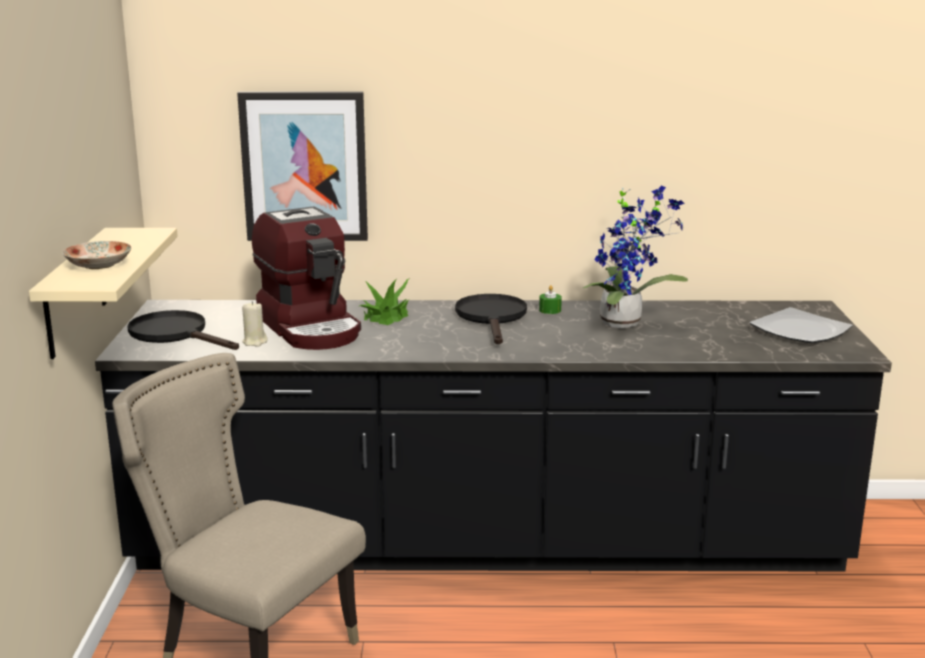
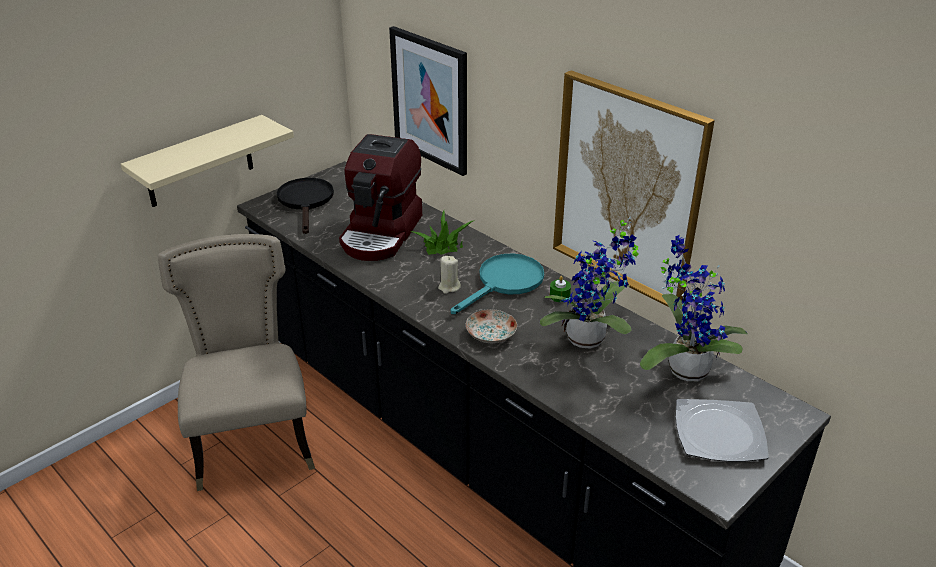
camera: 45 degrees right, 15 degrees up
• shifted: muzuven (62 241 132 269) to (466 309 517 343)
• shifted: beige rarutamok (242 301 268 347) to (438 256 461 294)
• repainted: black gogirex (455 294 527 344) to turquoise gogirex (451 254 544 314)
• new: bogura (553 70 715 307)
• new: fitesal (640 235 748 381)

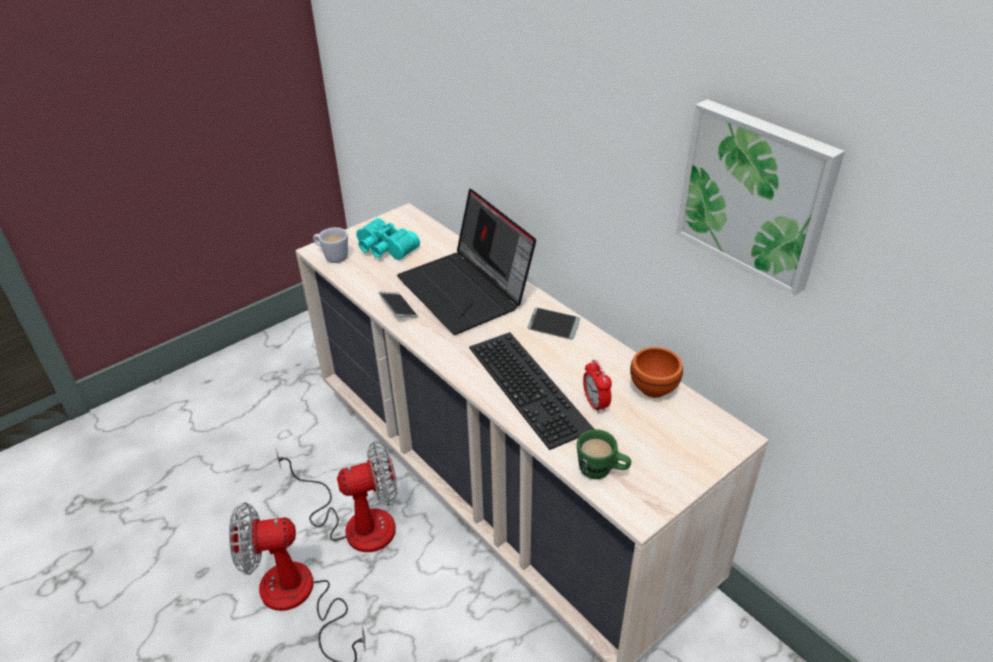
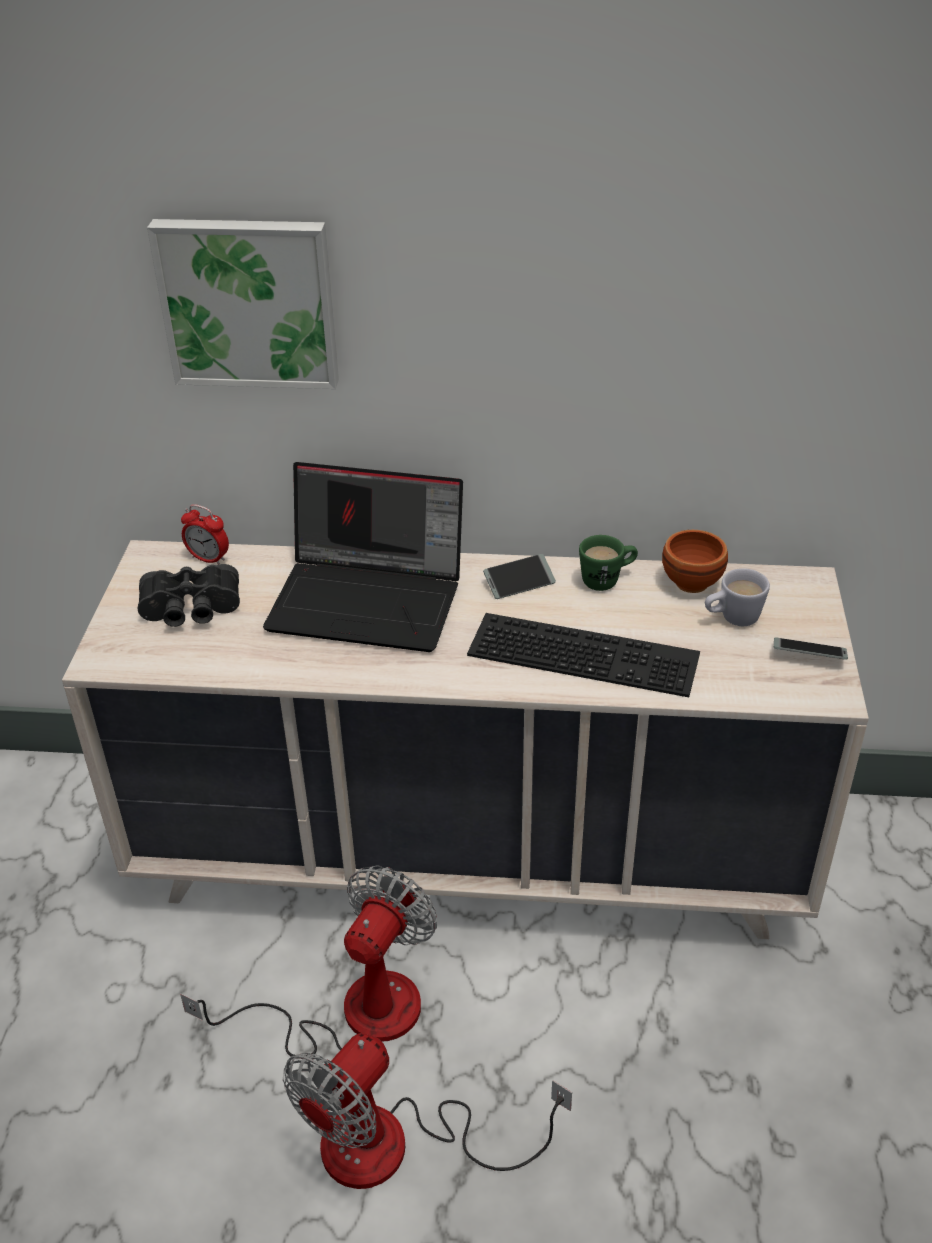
camera: 45 degrees left, 0 degrees up
• shifted: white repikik (313 227 348 263) to (705 568 770 626)
• repainted: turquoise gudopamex (356 218 420 260) to black gudopamex (138 564 240 627)
• shifted: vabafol (379 291 418 318) to (774 637 848 660)
• shifted: green repikik (577 429 631 479) to (579 535 638 591)
• shifted: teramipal (583 360 612 413) to (181 504 229 565)
• shifted: bogura (676 99 845 296) to (147 219 339 389)

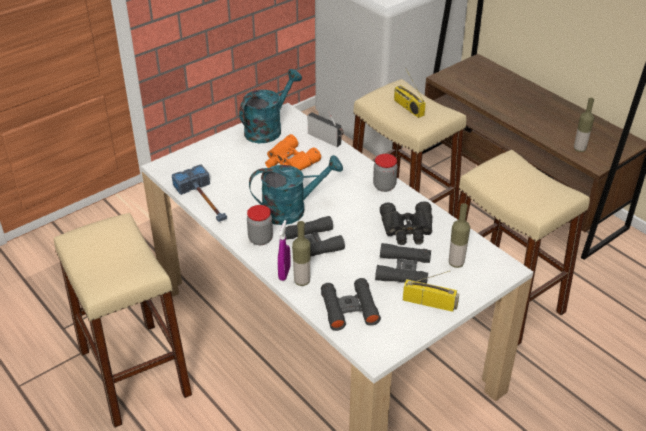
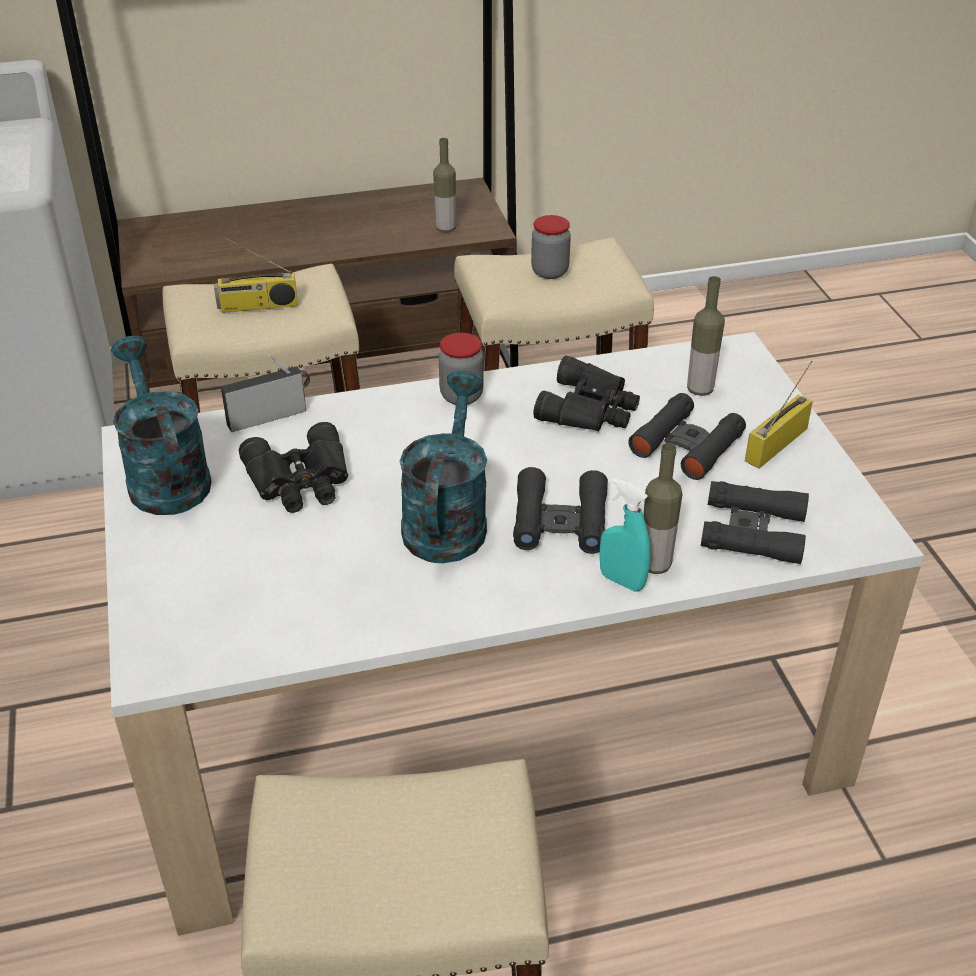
camera: 65 degrees left, 0 degrees up
• gone: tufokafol (172 164 227 222)
• shifted: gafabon (247 205 273 245) to (531 215 571 279)
• repainted: orange gudopamex (265 134 321 170) to black gudopamex (239 422 348 513)
• repainted: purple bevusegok (278 220 290 281) to turquoise bevusegok (600 478 651 591)

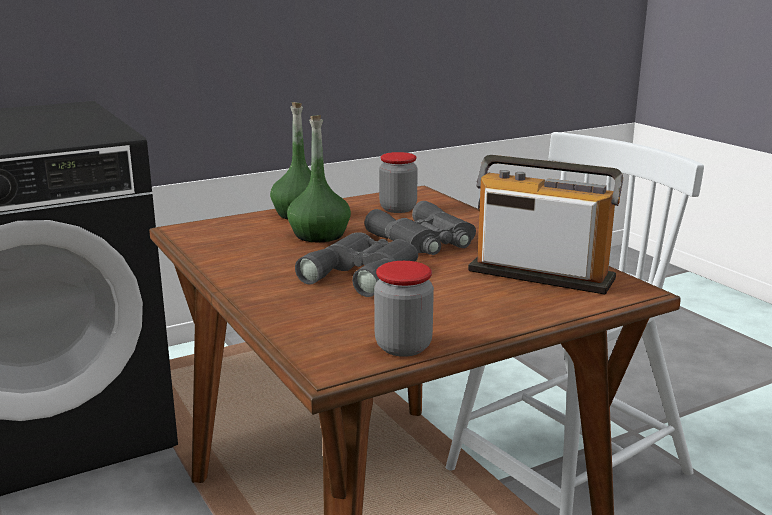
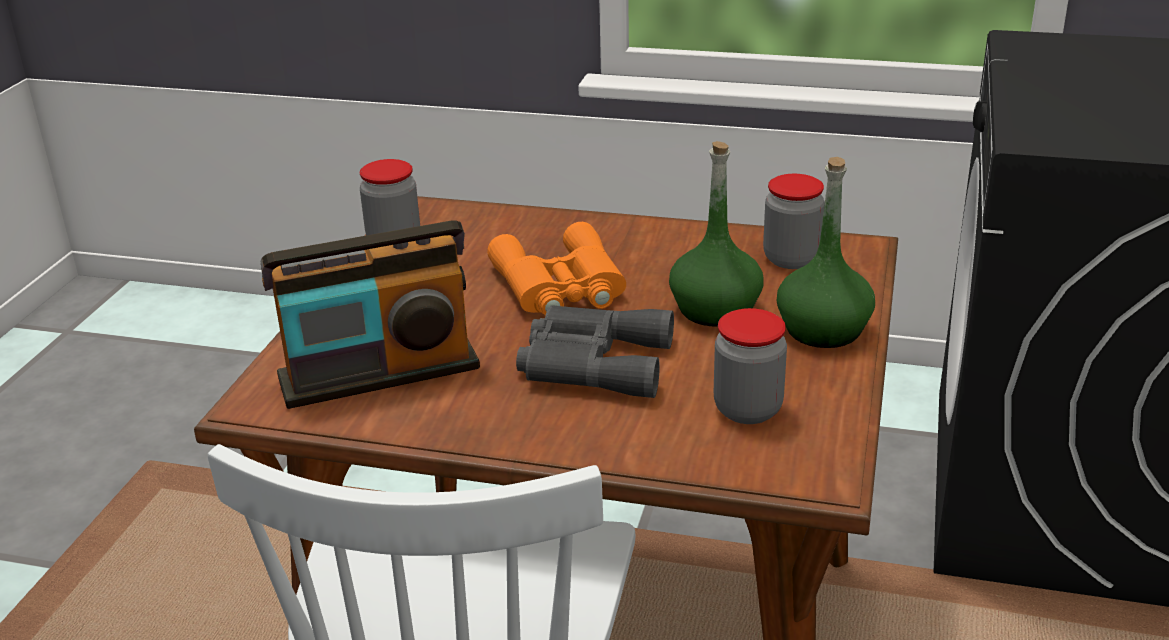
camera: 135 degrees right, 10 degrees up
• repainted: grey gudopamex (295 232 418 297) to orange gudopamex (487 222 626 316)
• new: gafabon (763 174 825 269)

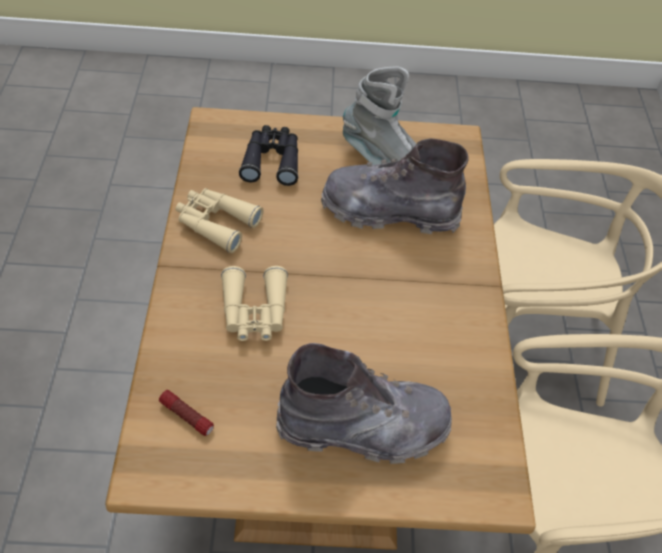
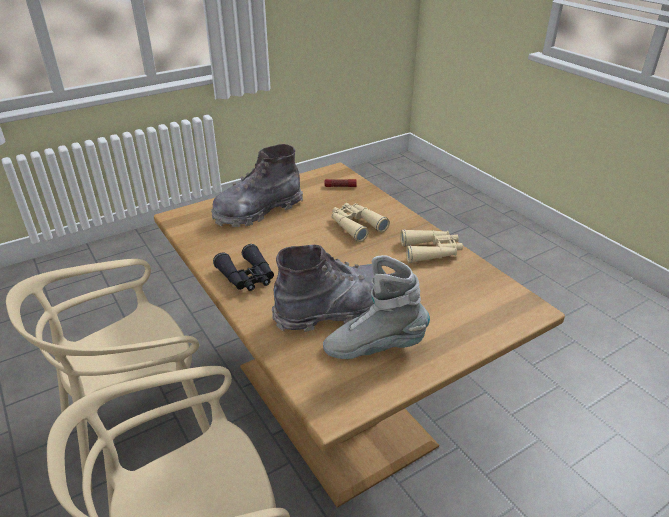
camera: 150 degrees right, 15 degrees down
• shifted: black gudopamex (239 125 298 186) to (213 244 274 291)

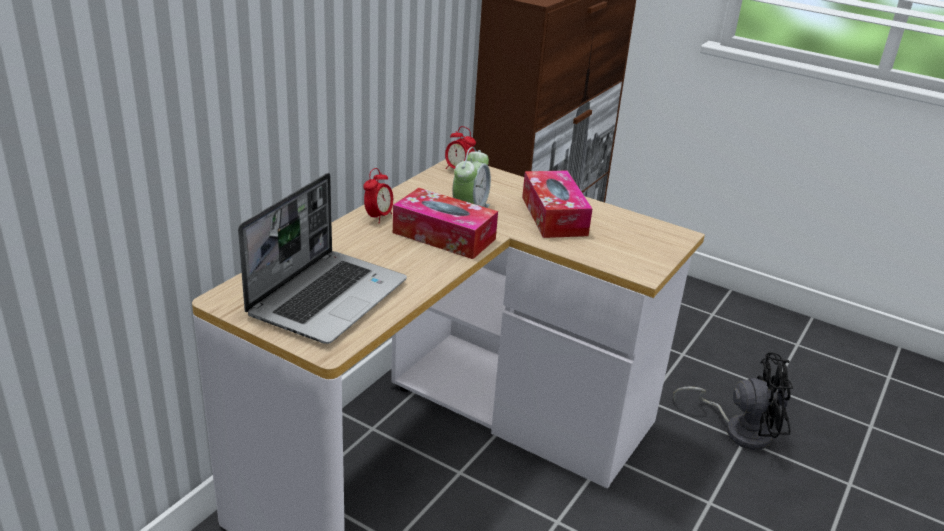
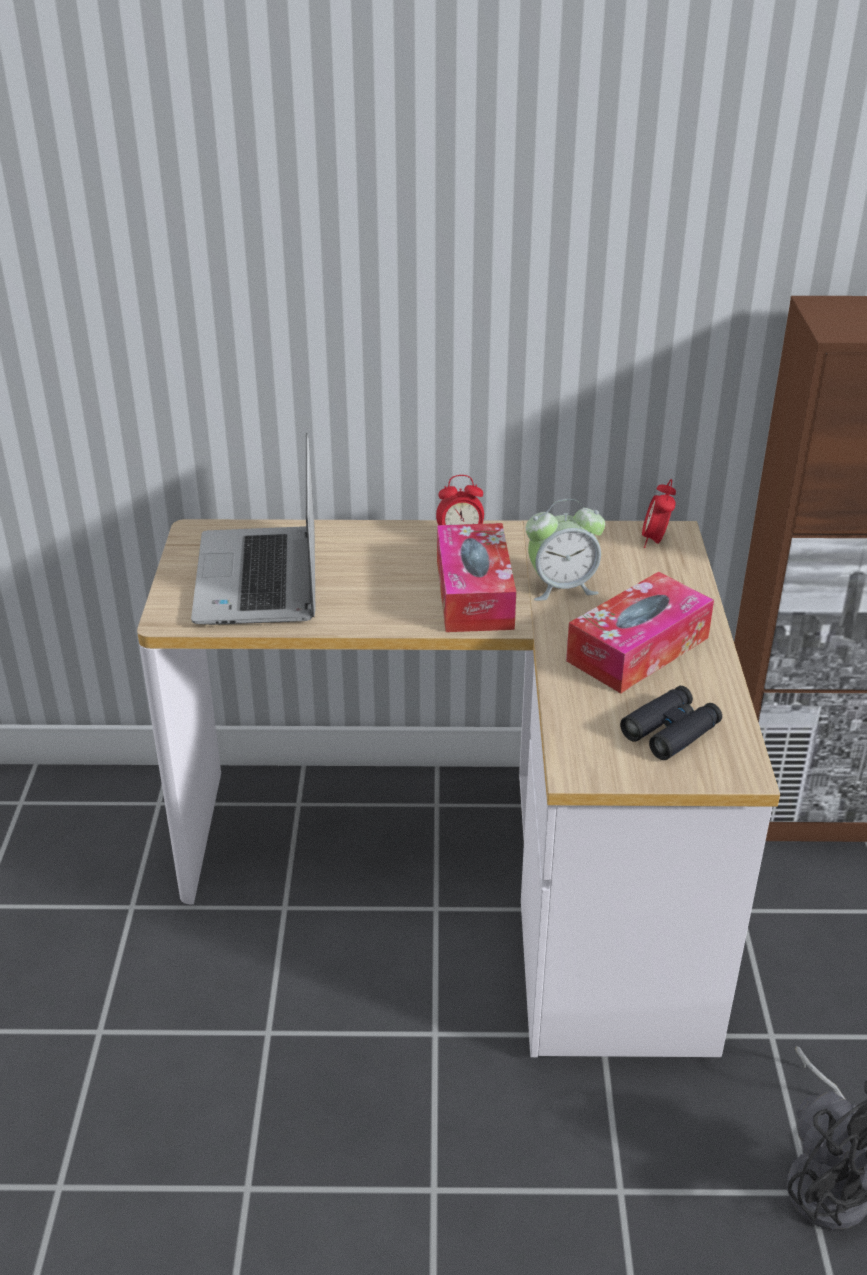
camera: 60 degrees right, 5 degrees up
• rotated: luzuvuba (238 173 407 344) = (191 433 315 625) 90 degrees clockwise
• new: black gudopamex (620 686 722 760)

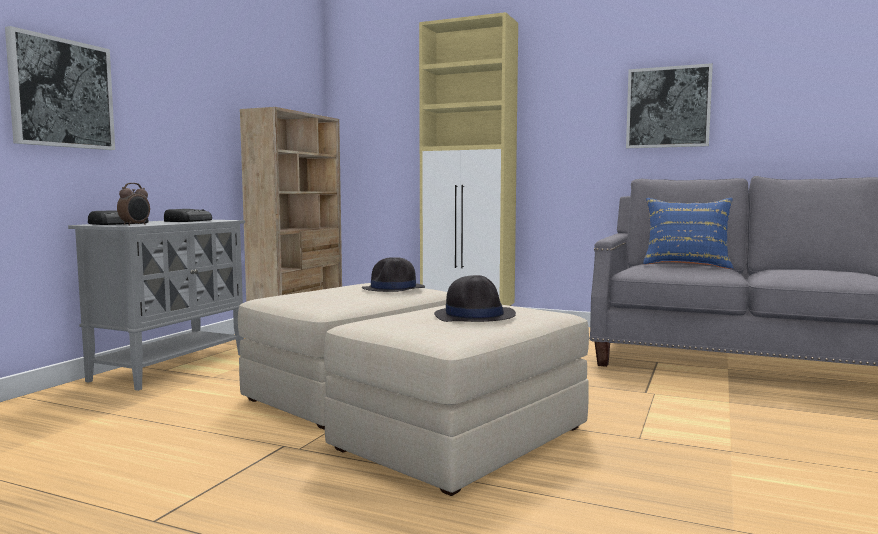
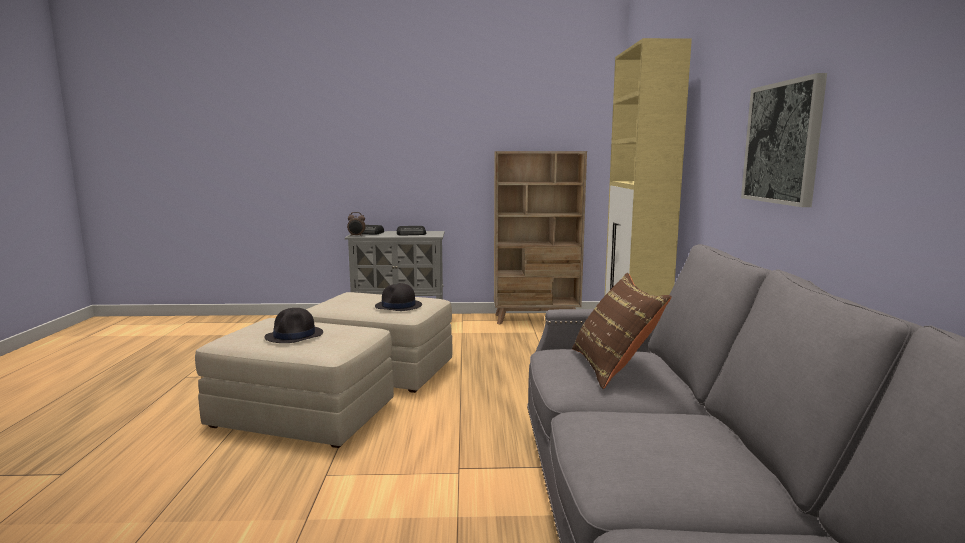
camera: 65 degrees right, 5 degrees up
• gone: bogura (5 26 115 150)
• repainted: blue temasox (643 198 733 269) to brown temasox (572 273 672 389)

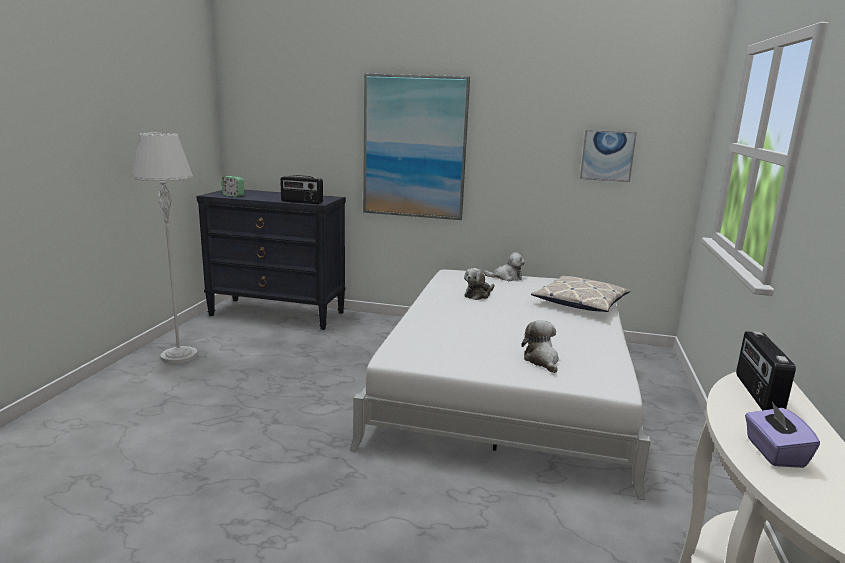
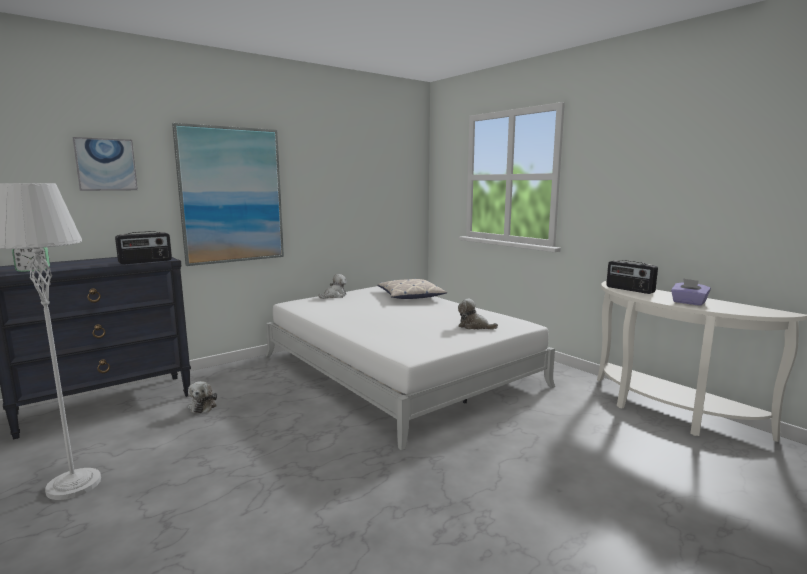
camera: 50 degrees left, 5 degrees down
• shifted: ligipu (464 268 495 300) to (188 381 217 413)
• shifted: bogura (580 130 637 182) to (72 137 138 191)

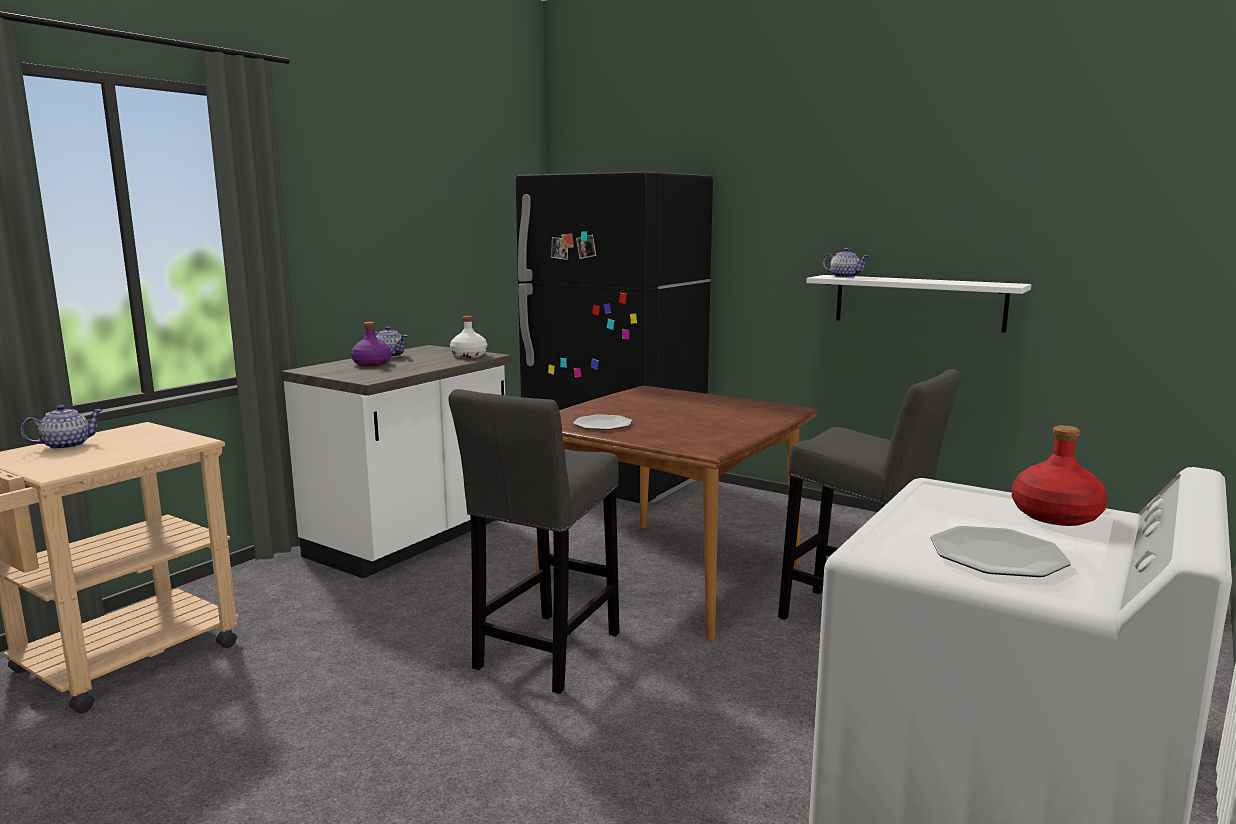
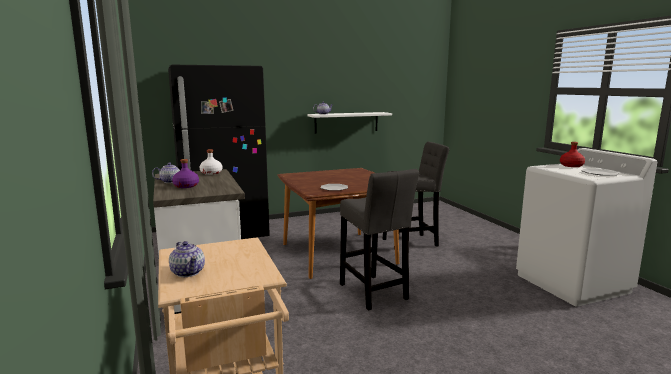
camera: 55 degrees left, 0 degrees up
• rotated: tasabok (21 405 103 450) = (169 241 205 277) 150 degrees clockwise

